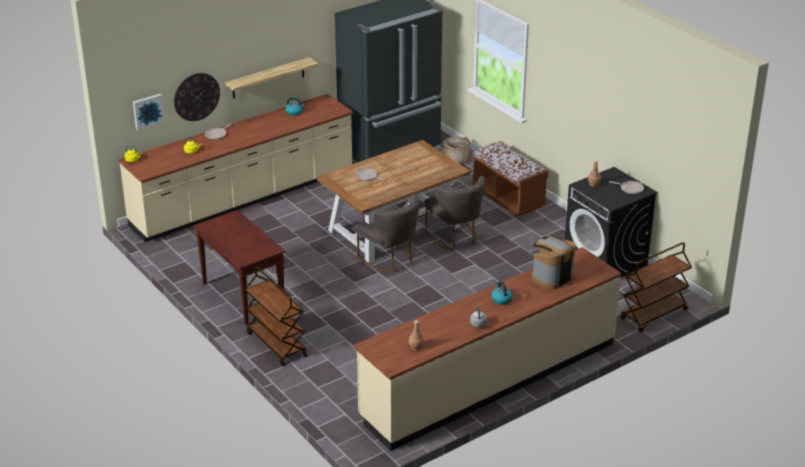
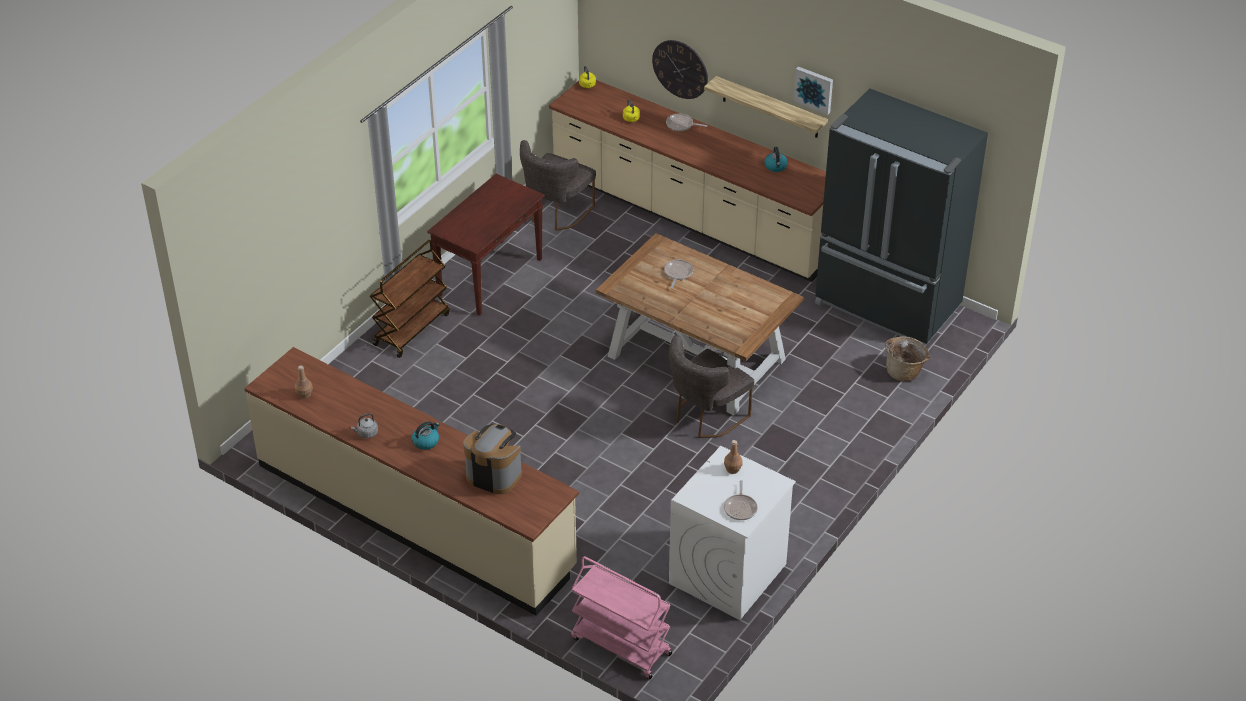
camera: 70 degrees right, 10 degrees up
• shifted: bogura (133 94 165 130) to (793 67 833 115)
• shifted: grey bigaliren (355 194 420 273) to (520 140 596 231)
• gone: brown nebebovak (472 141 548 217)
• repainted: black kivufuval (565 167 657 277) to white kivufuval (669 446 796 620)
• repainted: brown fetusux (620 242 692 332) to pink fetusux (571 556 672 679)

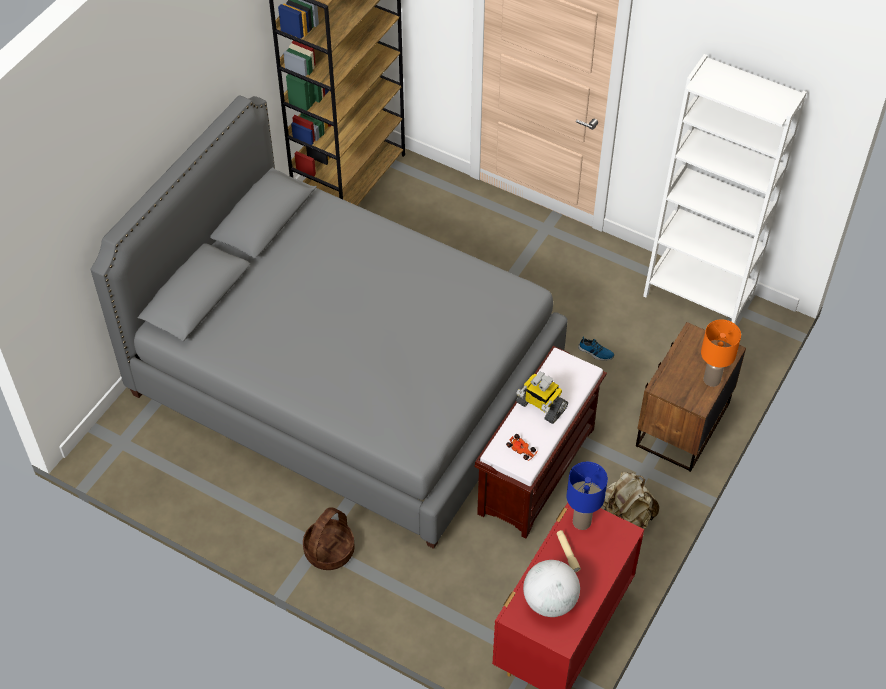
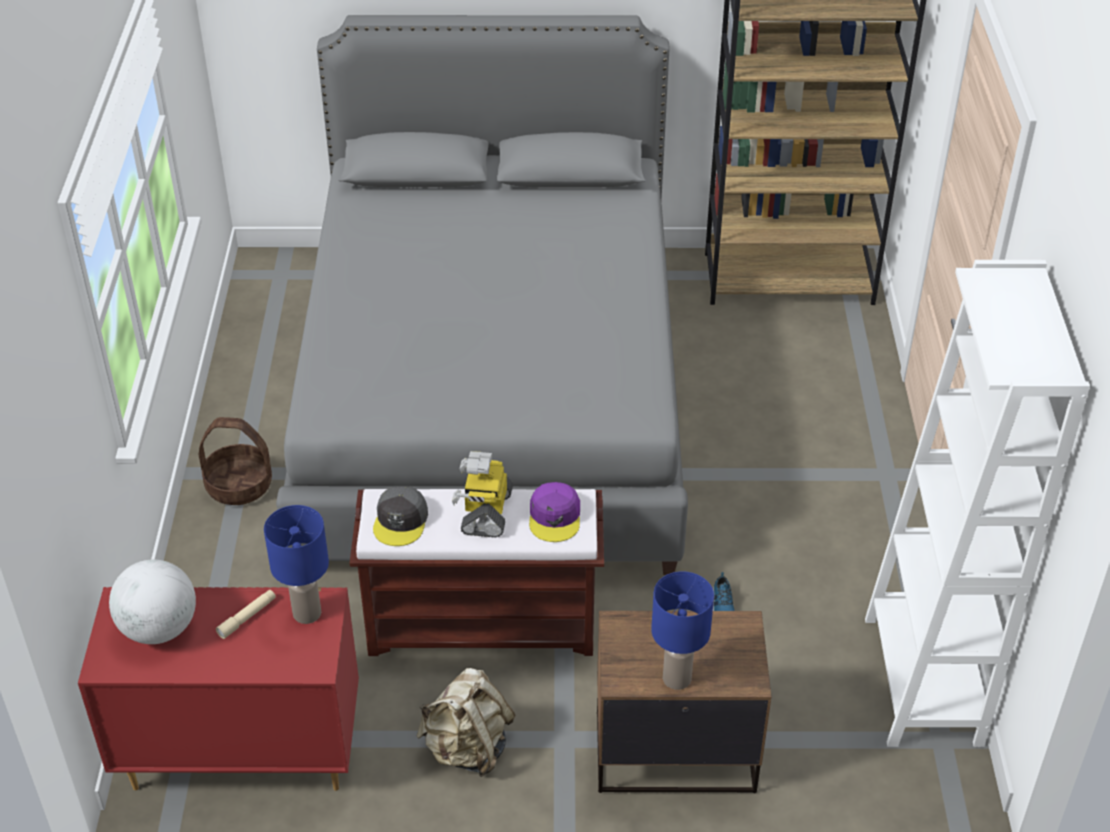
camera: 60 degrees right, 10 degrees down
• swapped: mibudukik (506 434 537 461) to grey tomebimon (373 486 428 546)
• repainted: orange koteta (701 319 741 387) to blue koteta (651 571 714 690)
• new: purple tomebimon (529 482 580 542)

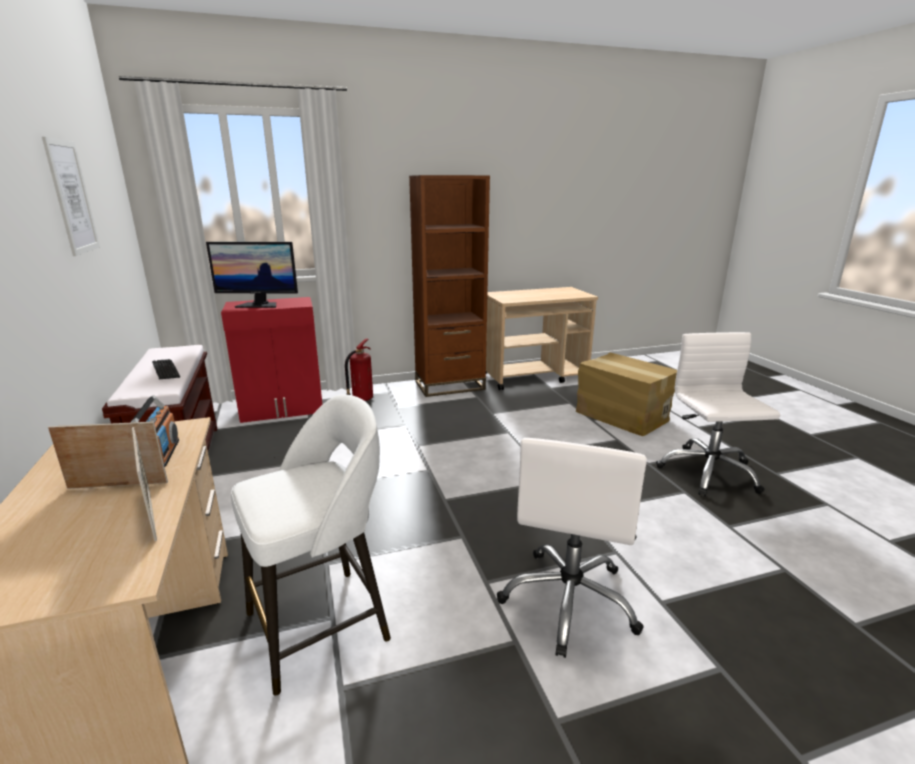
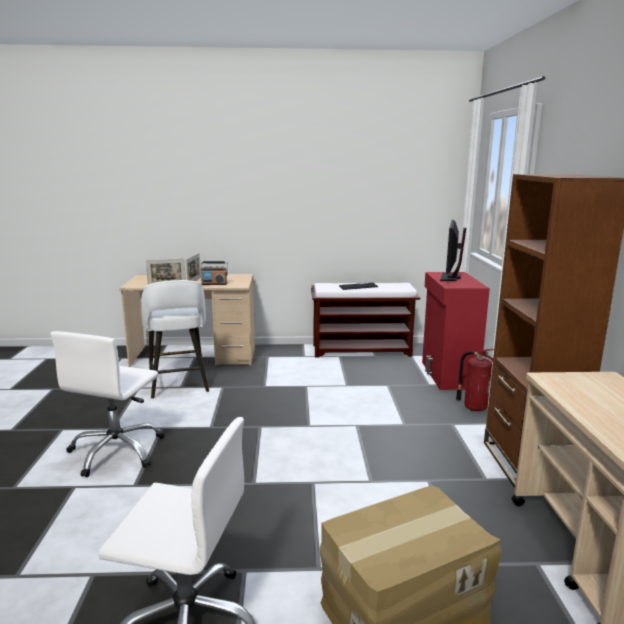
camera: 105 degrees right, 5 degrees down
• gone: bogura (42 137 100 256)
• rotated: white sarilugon (497 438 647 658) = (51 331 164 477) 105 degrees counterclockwise

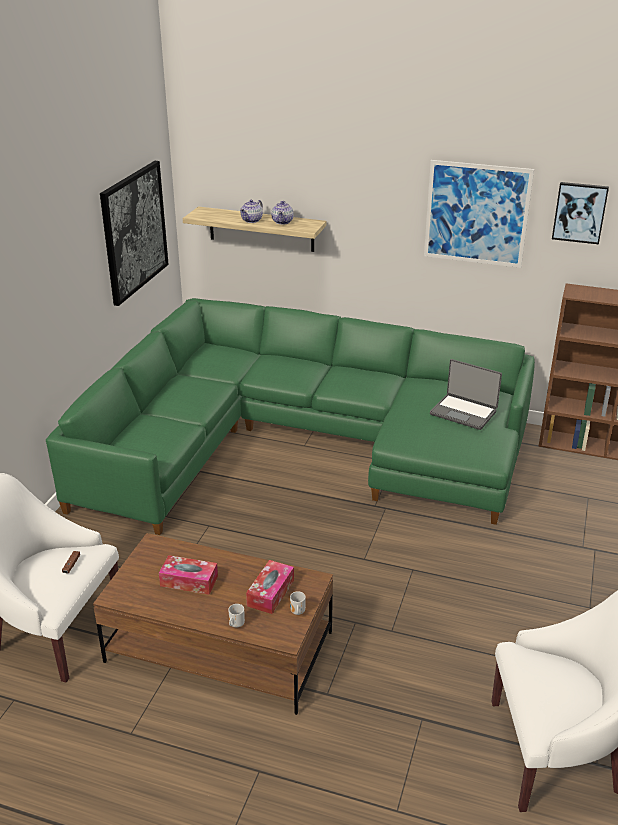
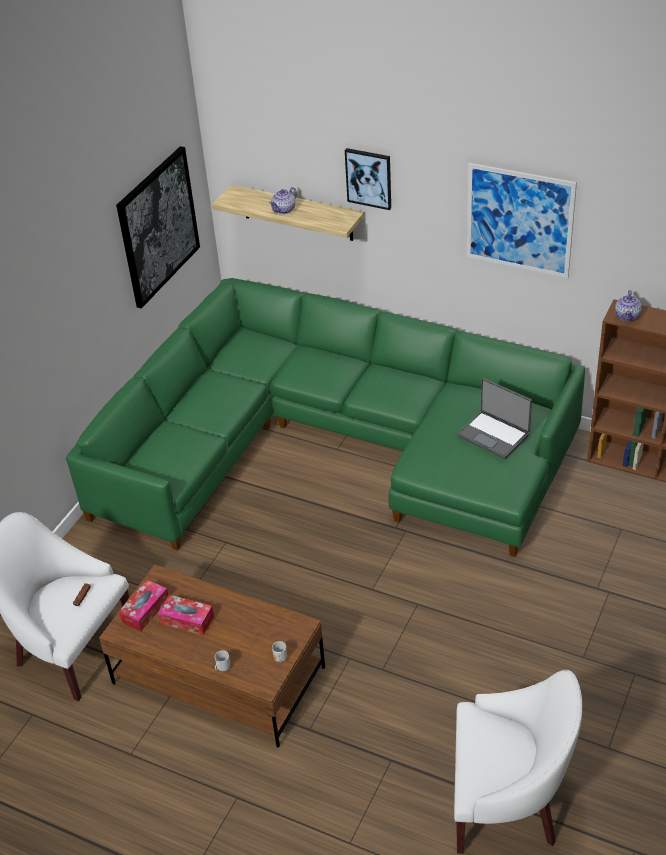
camera: 10 degrees right, 10 degrees up
• shifted: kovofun (246 560 294 614) to (118 580 168 631)
• shifted: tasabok (272 201 293 225) to (615 290 642 322)
• shifted: bogura (552 182 609 244) to (345 148 391 210)

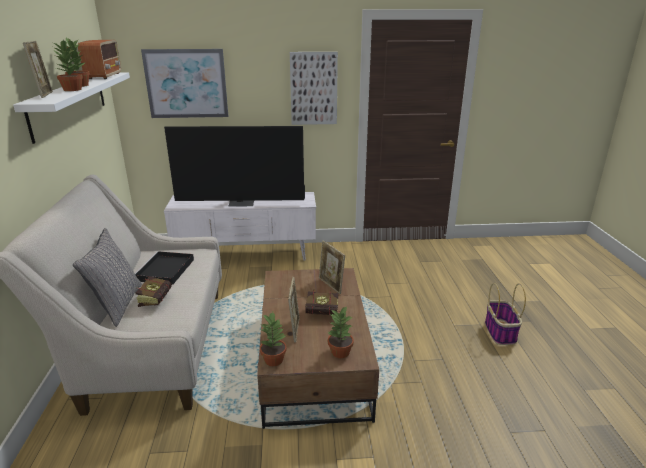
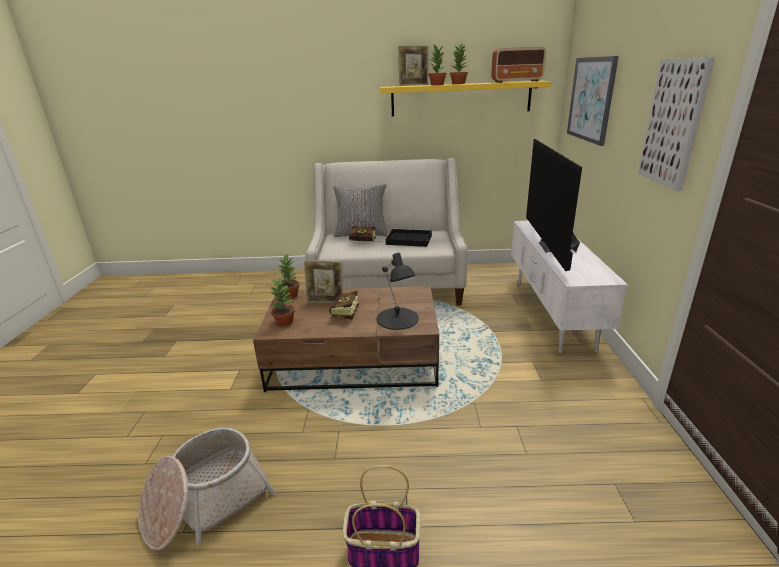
camera: 95 degrees right, 0 degrees up
• repainted: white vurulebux (13 72 130 144) to yellow vurulebux (380 81 551 116)
• swapped: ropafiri (319 240 345 294) to black koteta (376 253 419 330)
• new: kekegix (138 428 276 551)

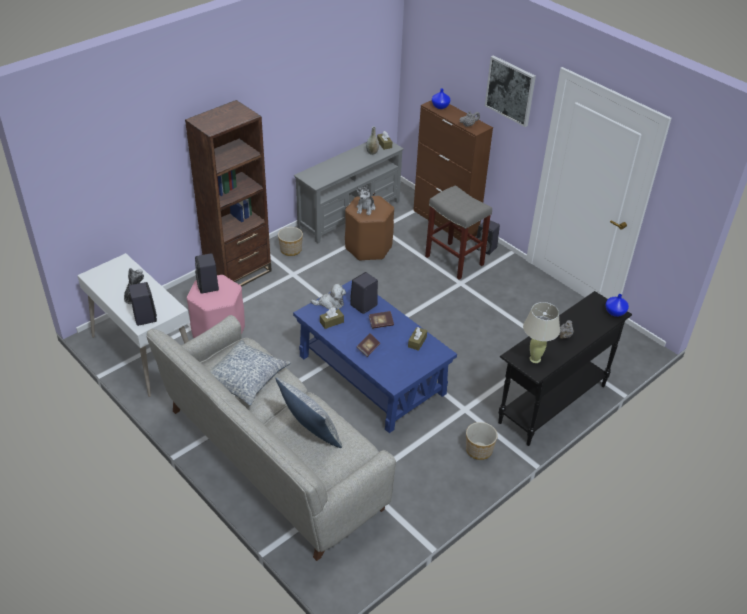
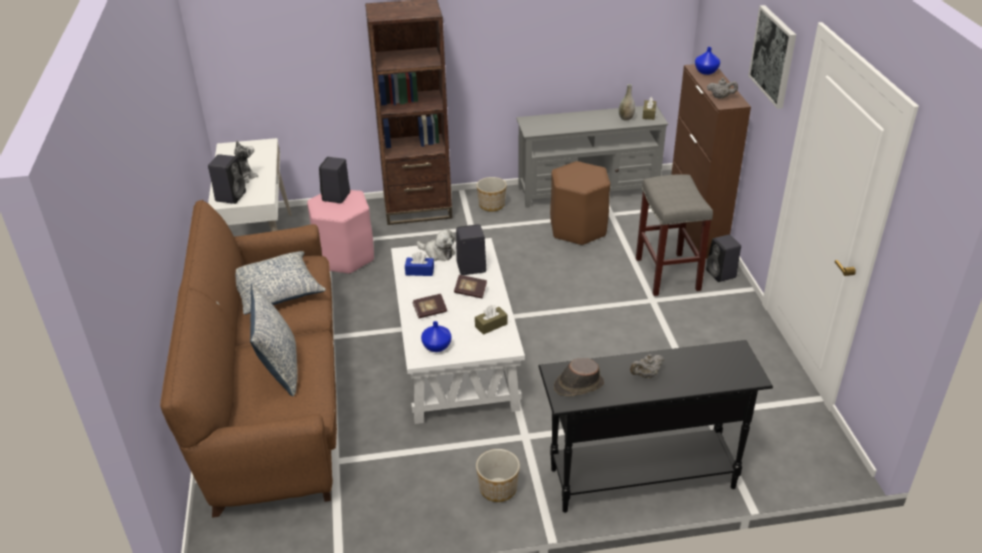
camera: 35 degrees right, 5 degrees down
• repainted: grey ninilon (147 315 396 561) to brown ninilon (160 200 337 518)
• repainted: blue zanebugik (293 280 457 433) to white zanebugik (391 238 525 424)
• repainted: brown kovofun (320 308 344 329) to blue kovofun (405 252 434 276)
• gone: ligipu (356 185 375 215)
• swapped: beige koteta (523 302 560 363) to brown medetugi (554 358 604 396)
• shifted: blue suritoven (605 294 629 317) to (421 321 452 352)

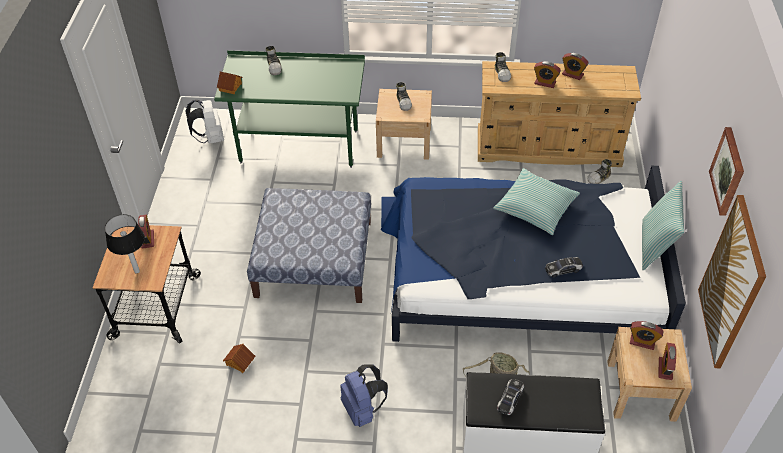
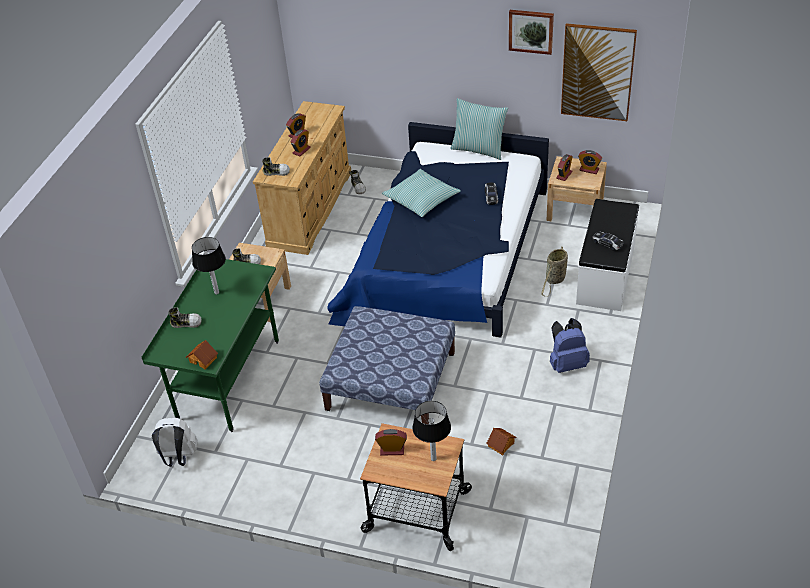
camera: 75 degrees left, 5 degrees down
• new: koteta (192 237 226 295)

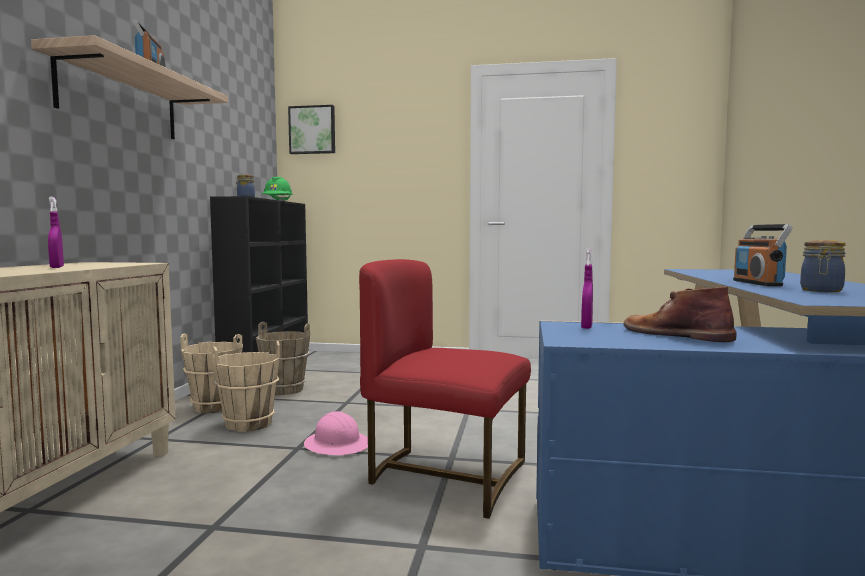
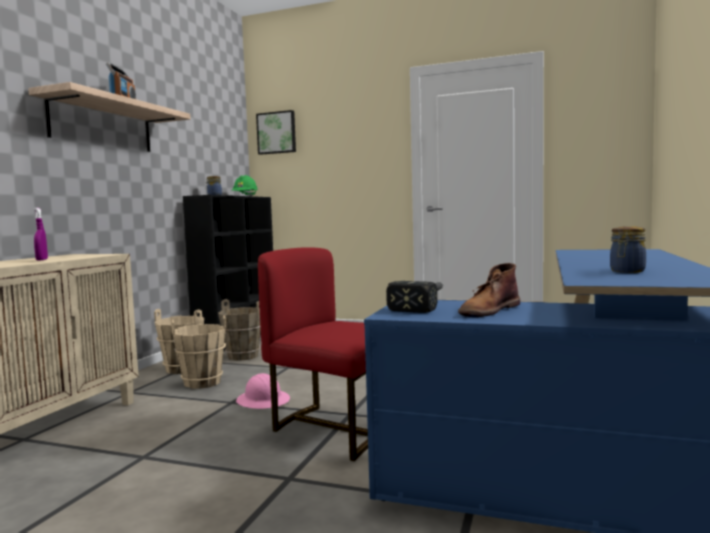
camera: 10 degrees right, 0 degrees up
• swapped: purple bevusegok (581 249 593 329) to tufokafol (386 281 443 313)
• rotated: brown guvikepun (623 286 737 342) = (458 263 520 317) 105 degrees counterclockwise
• gone: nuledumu (733 224 793 286)

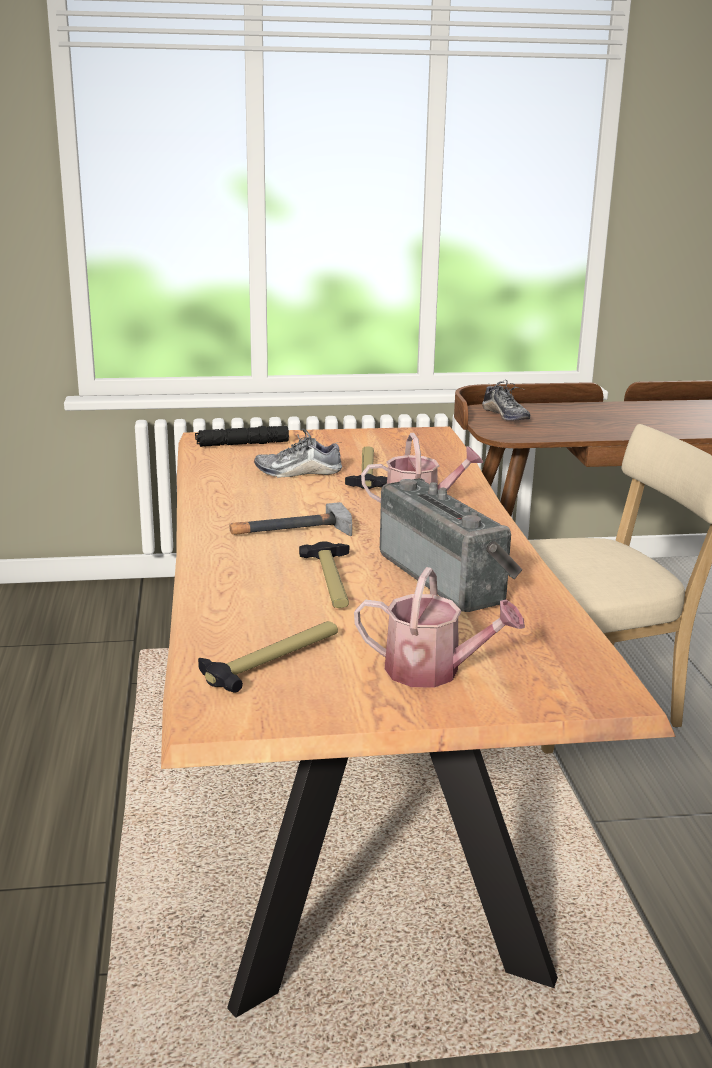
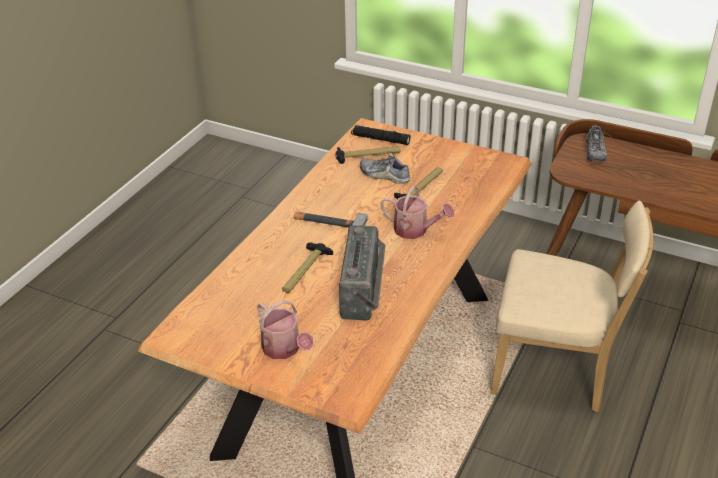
camera: 35 degrees right, 15 degrees up
• shifted: tufokafol (198 621 338 693) to (335 146 401 164)

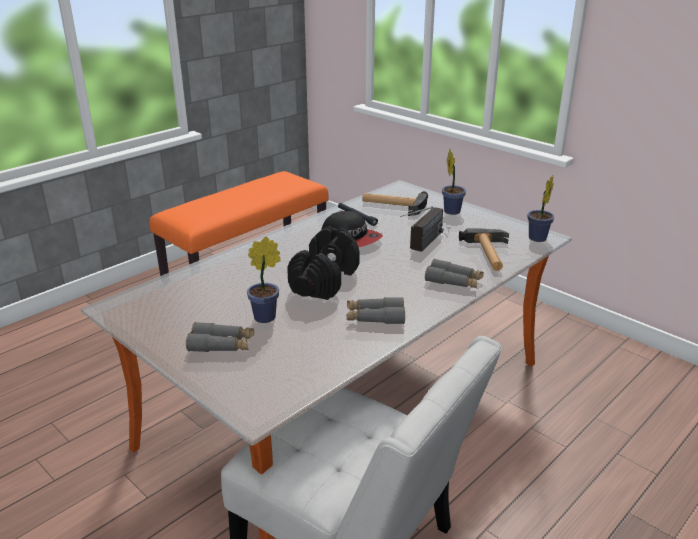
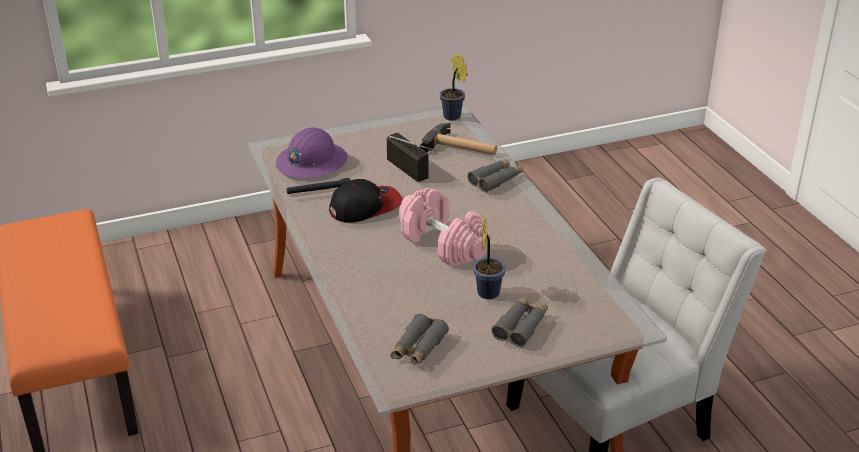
camera: 65 degrees left, 5 degrees up
• repainted: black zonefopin (287 226 359 300) to pink zonefopin (399 188 490 267)
• shifted: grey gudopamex (347 297 405 324) to (391 314 449 367)
• swapped: tufokafol (362 191 428 216) to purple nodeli (276 128 348 178)
• gone: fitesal (442 149 466 215)

